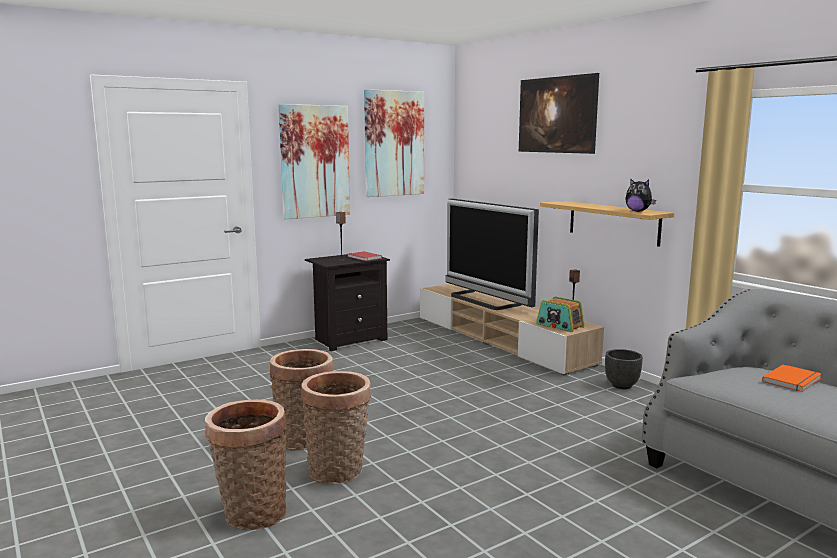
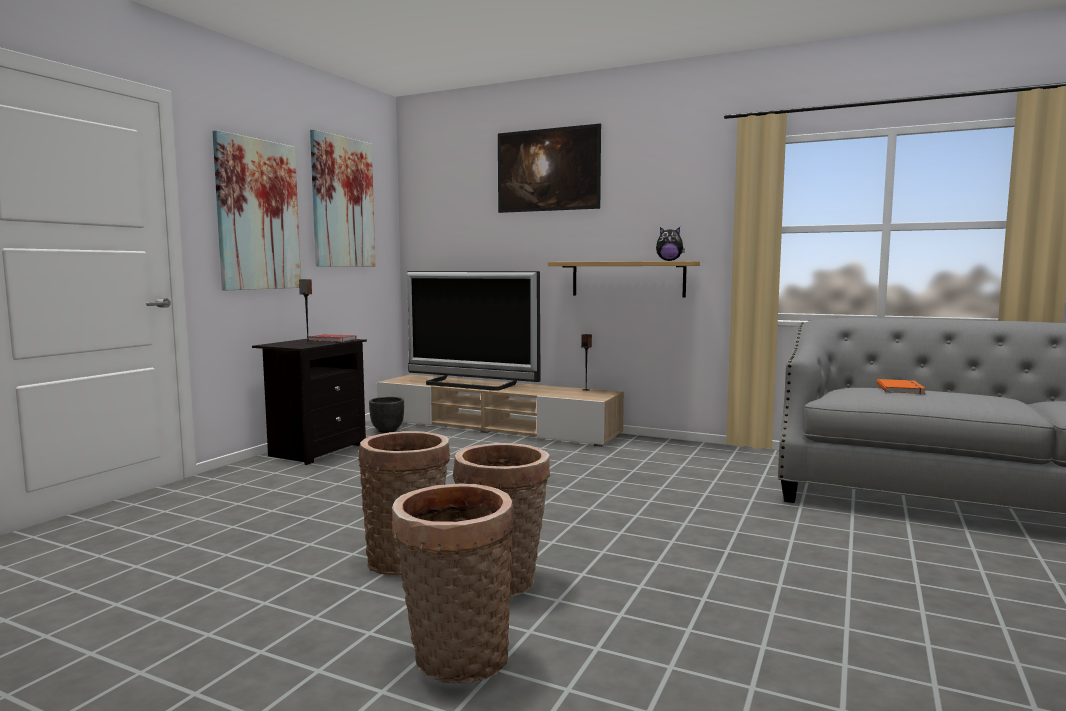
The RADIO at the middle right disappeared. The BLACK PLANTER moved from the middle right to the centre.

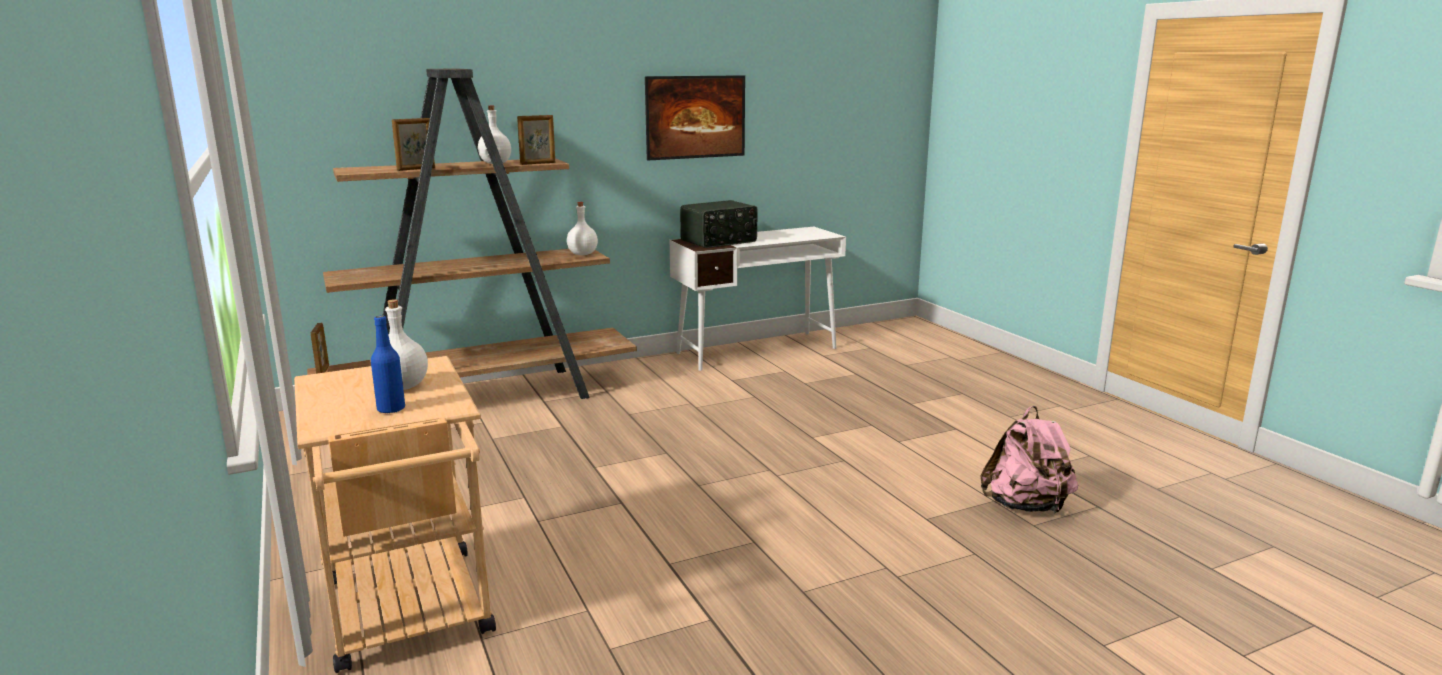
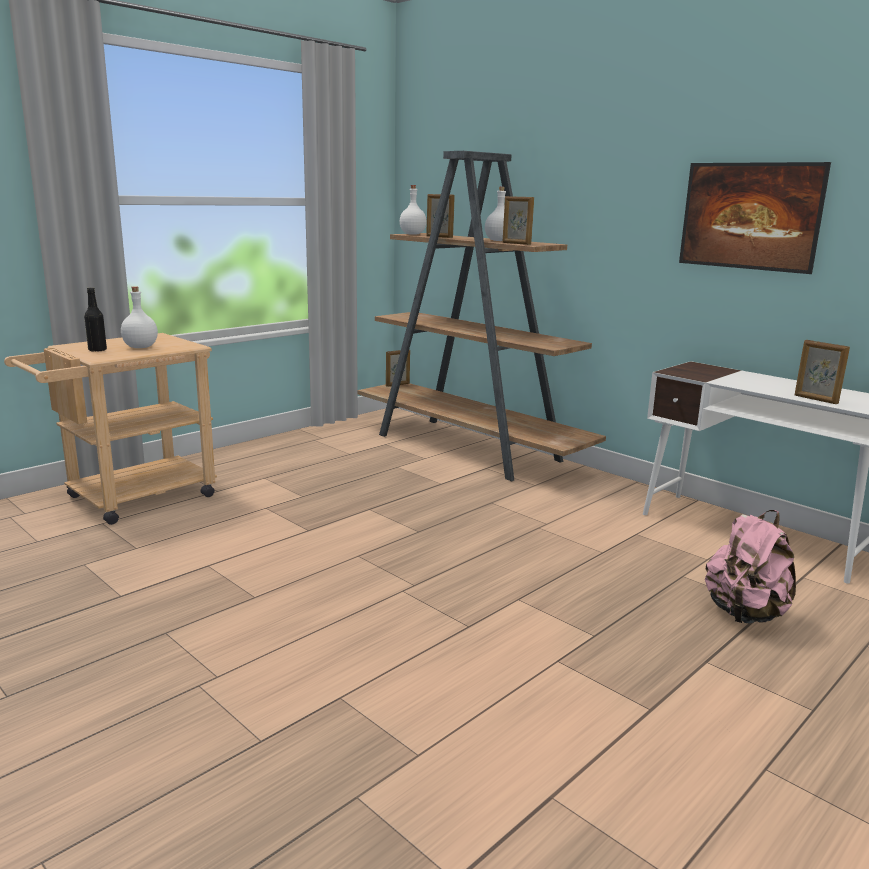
The RADIO at the top centre disappeared. The WHITE BOTTLE (no. 3 from left in the first image) moved from the centre to the top centre. The BLUE BOTTLE at the middle left became the BLACK BOTTLE at the middle left. The PINK BACKPACK moved from the bottom right to the middle right. The PICTURE FRAME (no. 4 from left) at the middle right appeared.

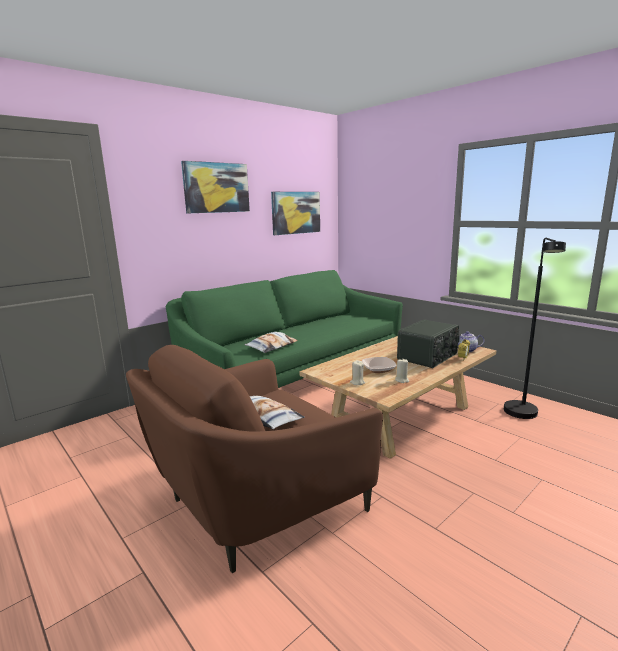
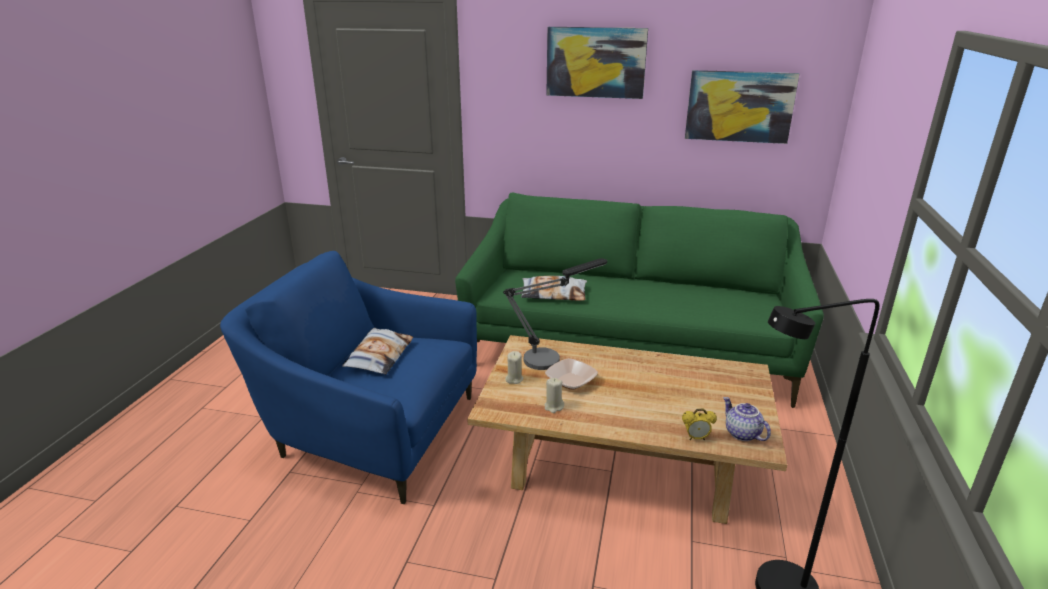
The RADIO at the middle right disappeared. The BROWN ARMCHAIR at the bottom centre became the BLUE ARMCHAIR at the middle left. The TABLE LAMP at the centre appeared.

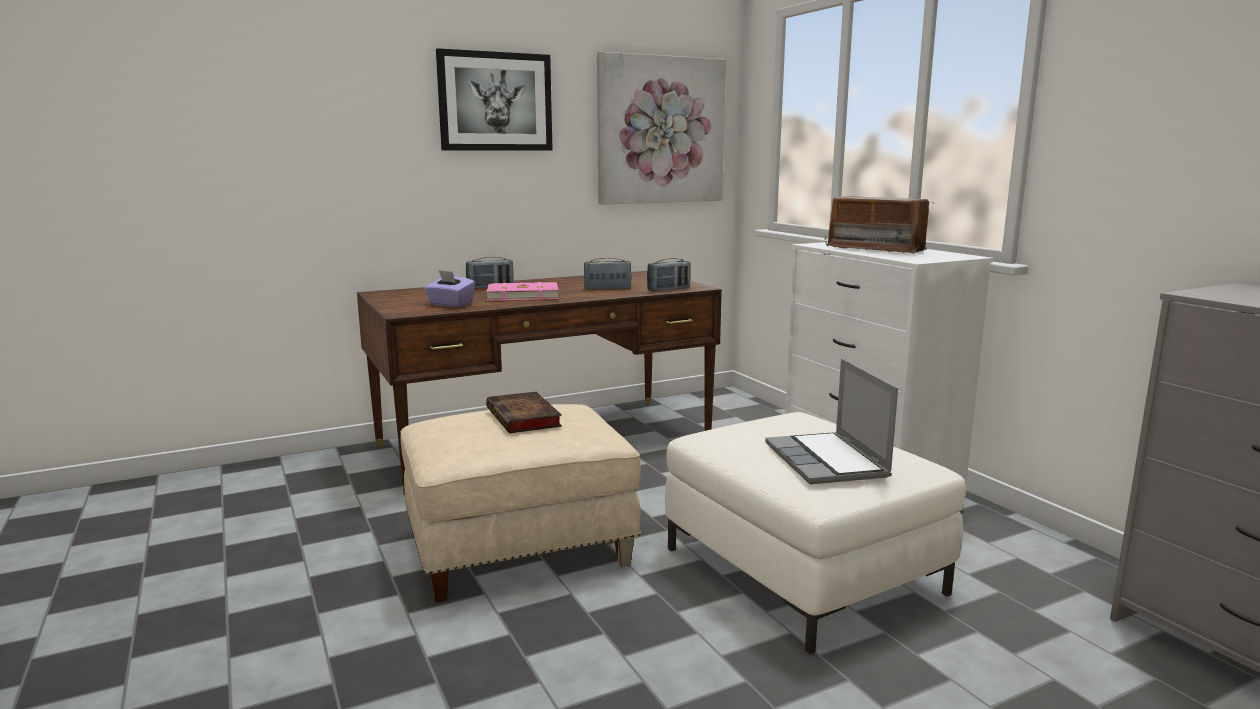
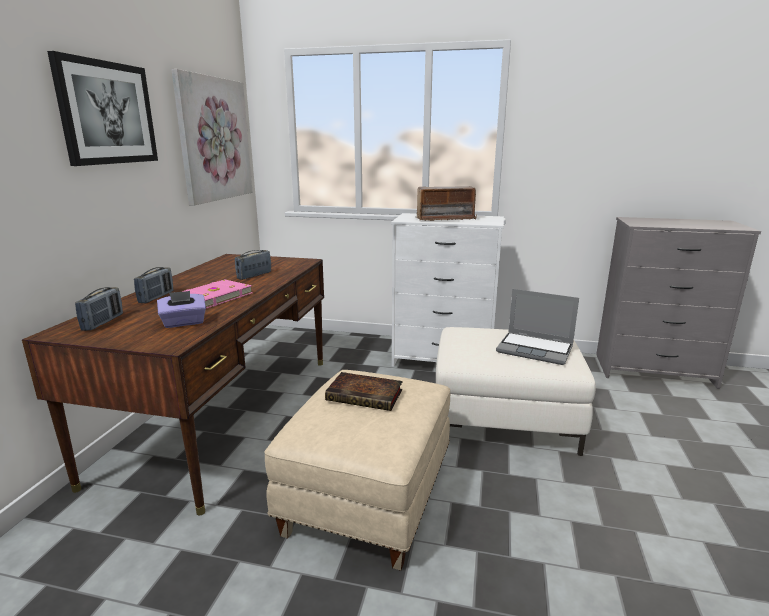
The RADIO (no. 3 from left in the first image) moved from the centre to the middle left.

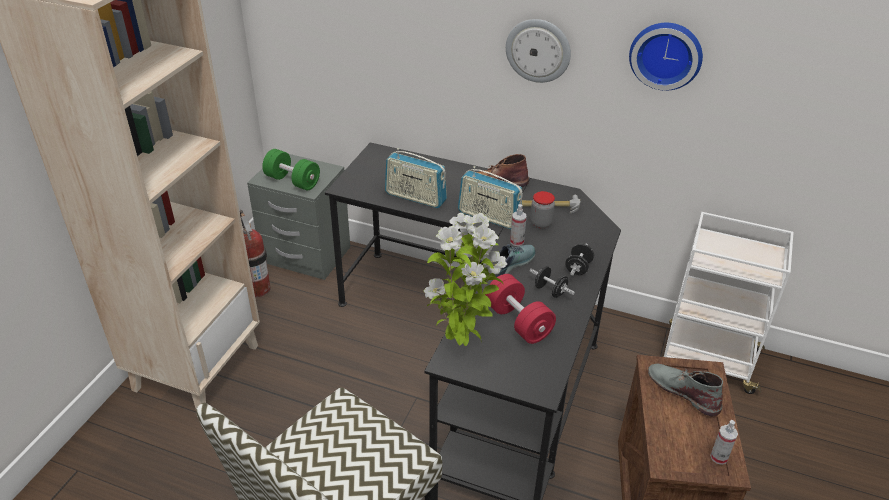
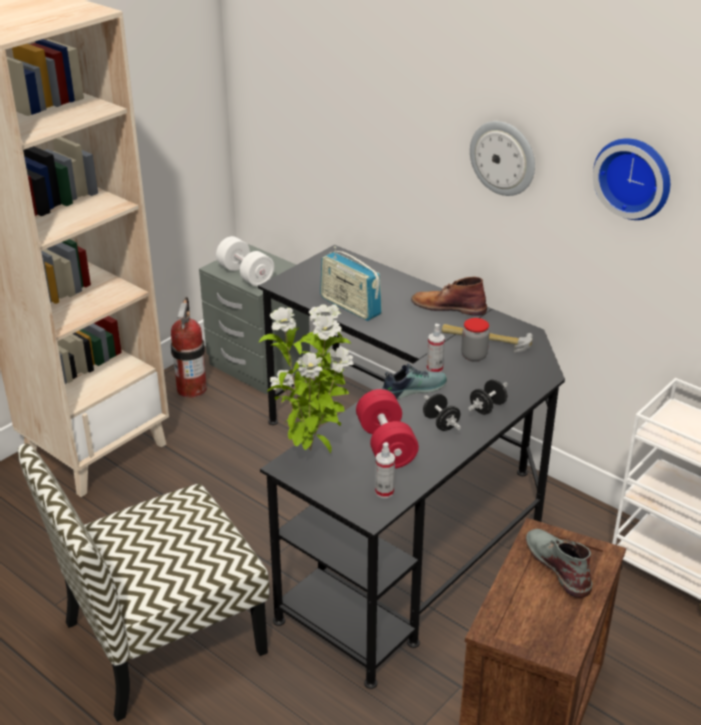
The GREEN DUMBBELL at the middle left became the WHITE DUMBBELL at the centre. The RADIO (no. 2 from left) at the centre disappeared. The SPRAY BOTTLE (no. 2 from left in the first image) moved from the bottom right to the centre.

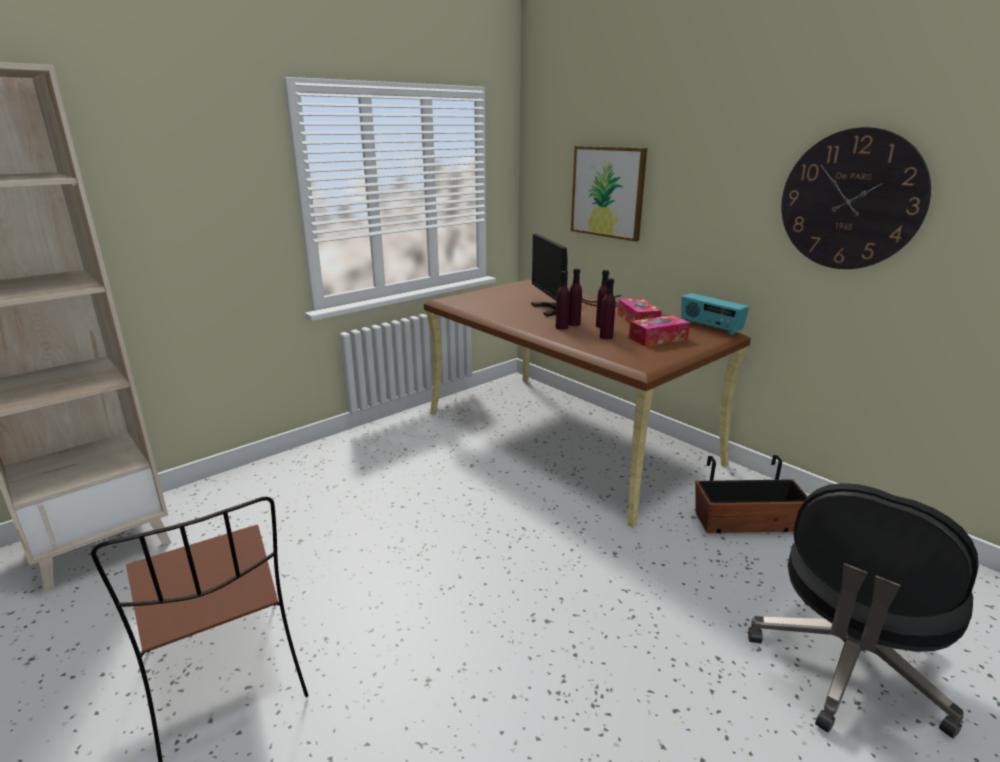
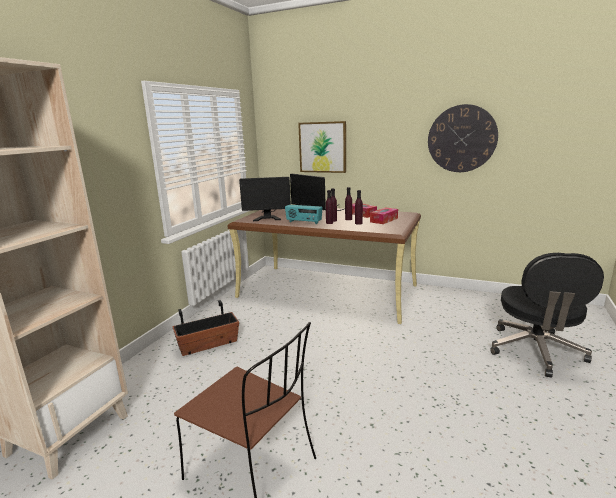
The RADIO moved from the middle right to the centre. The PLANTER moved from the middle right to the middle left. The MONITOR (no. 1 from left) at the centre appeared.

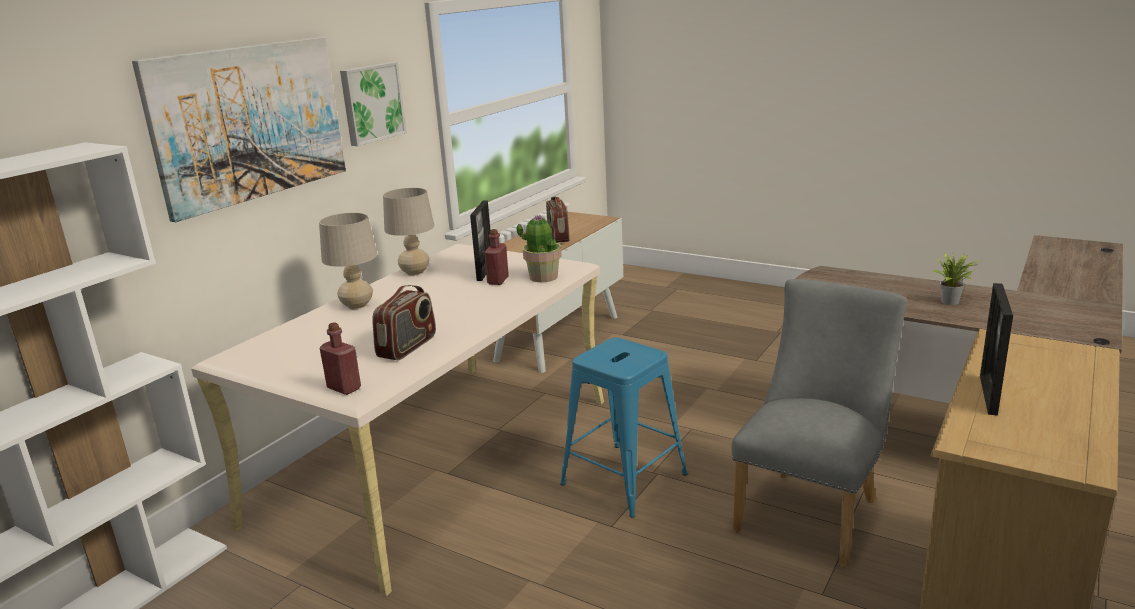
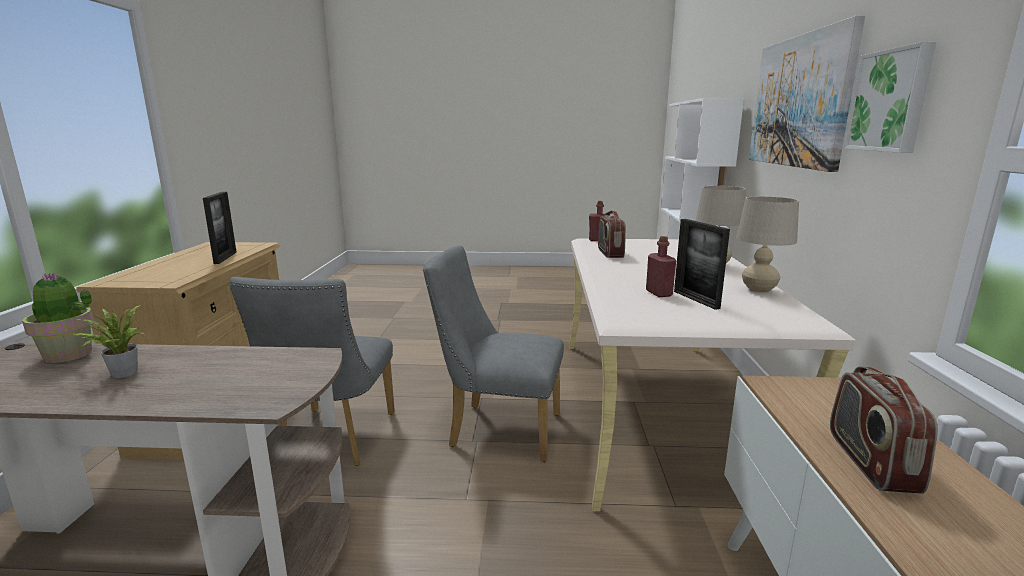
The RADIO (no. 2 from left) at the centre turned 135 degrees counterclockwise. The POTTED PLANT (no. 1 from left) moved from the centre to the middle left. The BLUE STOOL at the bottom centre was replaced by the GREY CHAIR (no. 2 from left) at the centre.

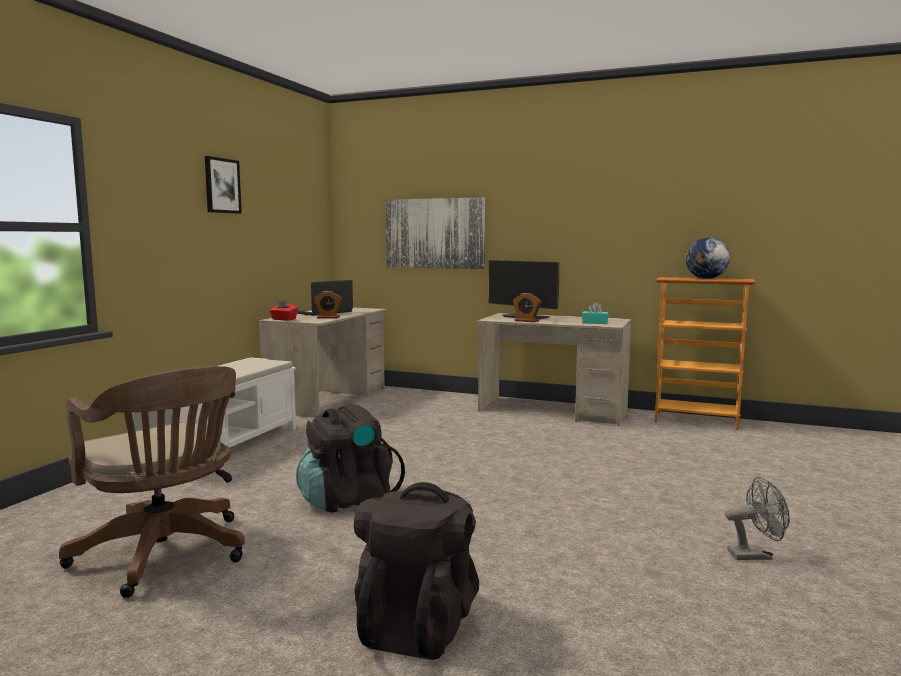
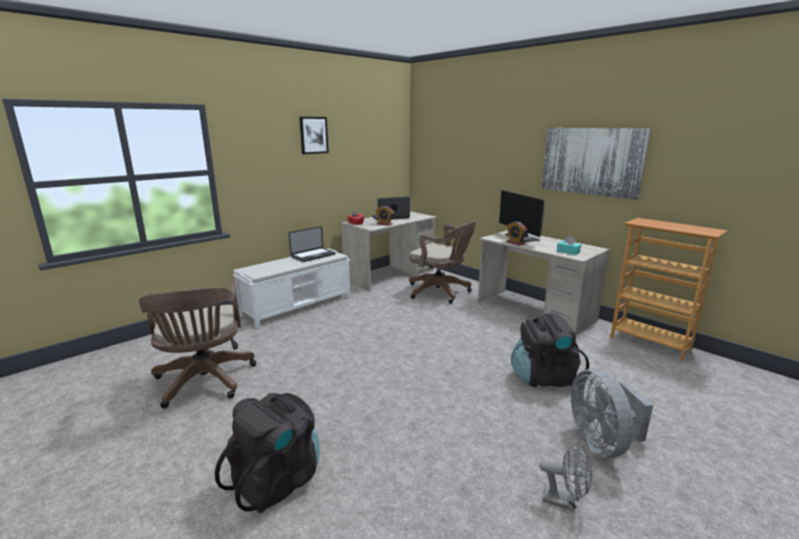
The PICTURE (no. 2 from left) moved from the centre to the top right. The GLOBE at the middle right disappeared. The BLACK BACKPACK (no. 1 from left in the first image) moved from the bottom centre to the middle right. The BROWN OFFICE CHAIR (no. 2 from left) at the centre appeared. The LAPTOP (no. 1 from left) at the centre appeared. The GREY FAN (no. 2 from left) at the bottom right appeared.

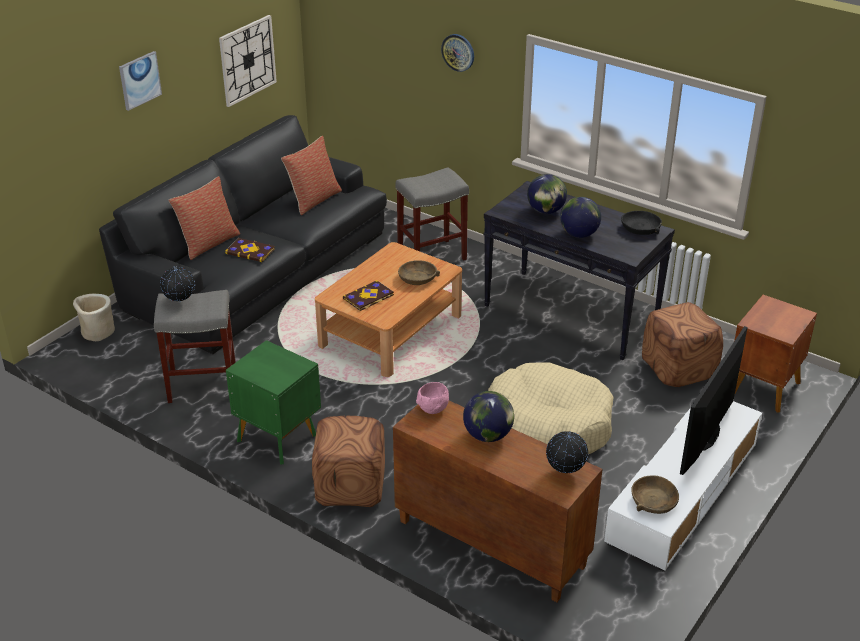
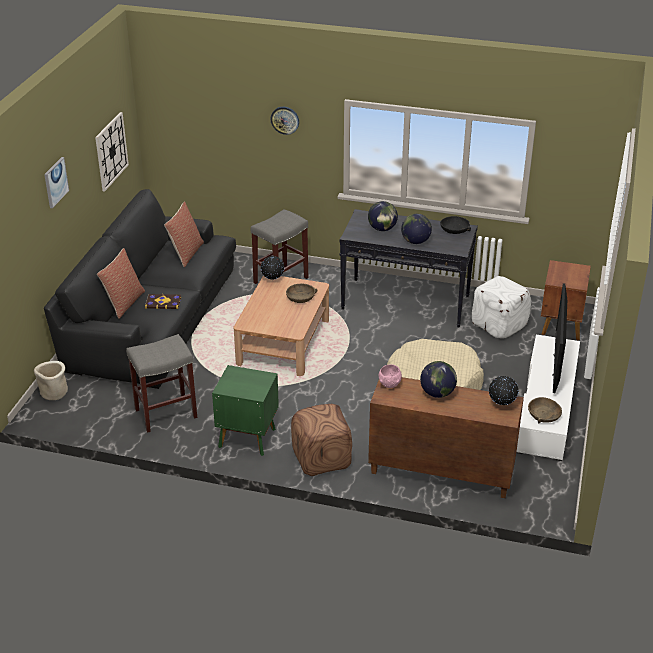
The GLOBE (no. 1 from left) moved from the middle left to the centre. The BOOK (no. 2 from left) at the centre disappeared. The BROWN OTTOMAN (no. 2 from left) at the middle right became the WHITE OTTOMAN at the middle right.

